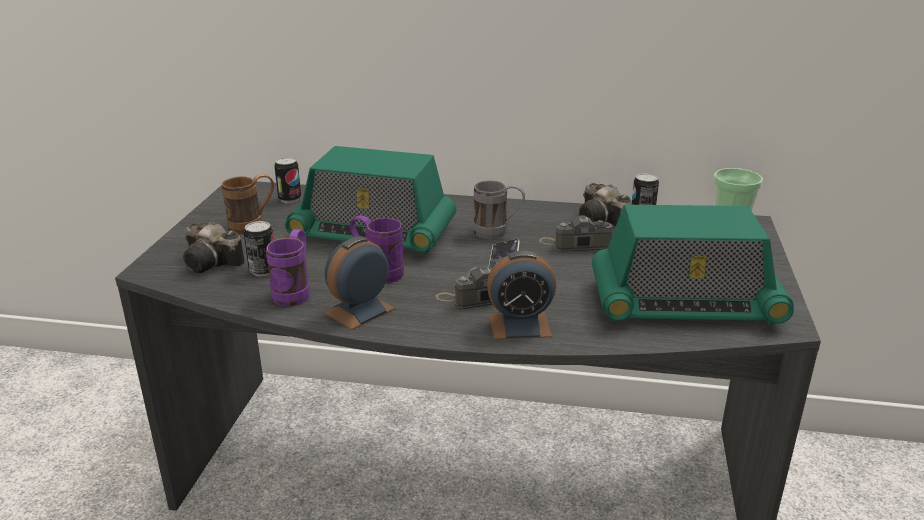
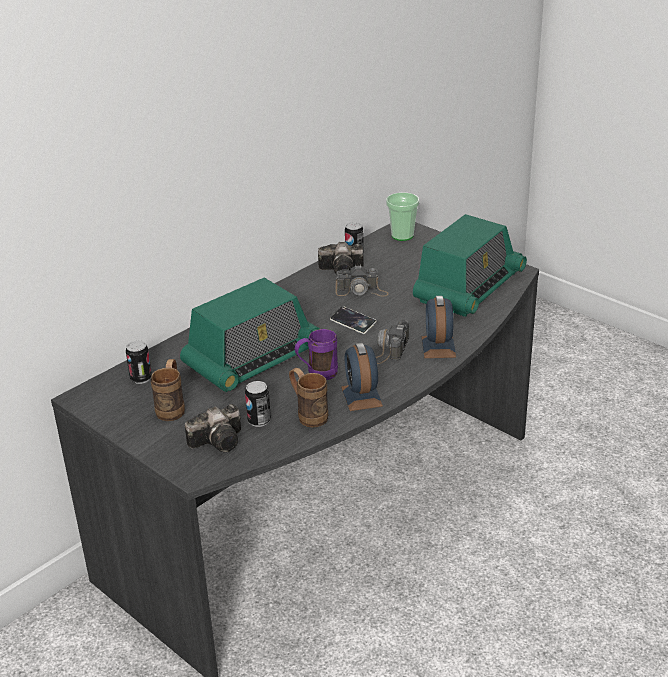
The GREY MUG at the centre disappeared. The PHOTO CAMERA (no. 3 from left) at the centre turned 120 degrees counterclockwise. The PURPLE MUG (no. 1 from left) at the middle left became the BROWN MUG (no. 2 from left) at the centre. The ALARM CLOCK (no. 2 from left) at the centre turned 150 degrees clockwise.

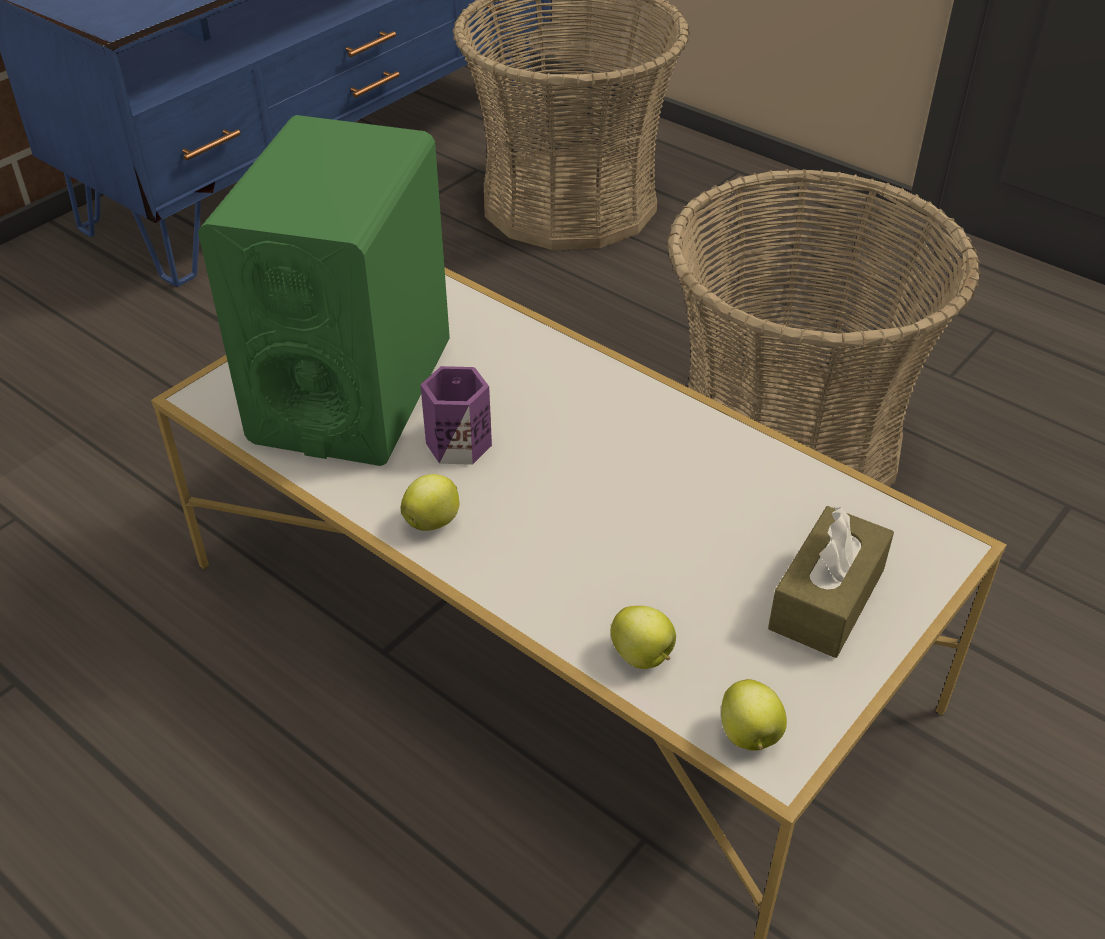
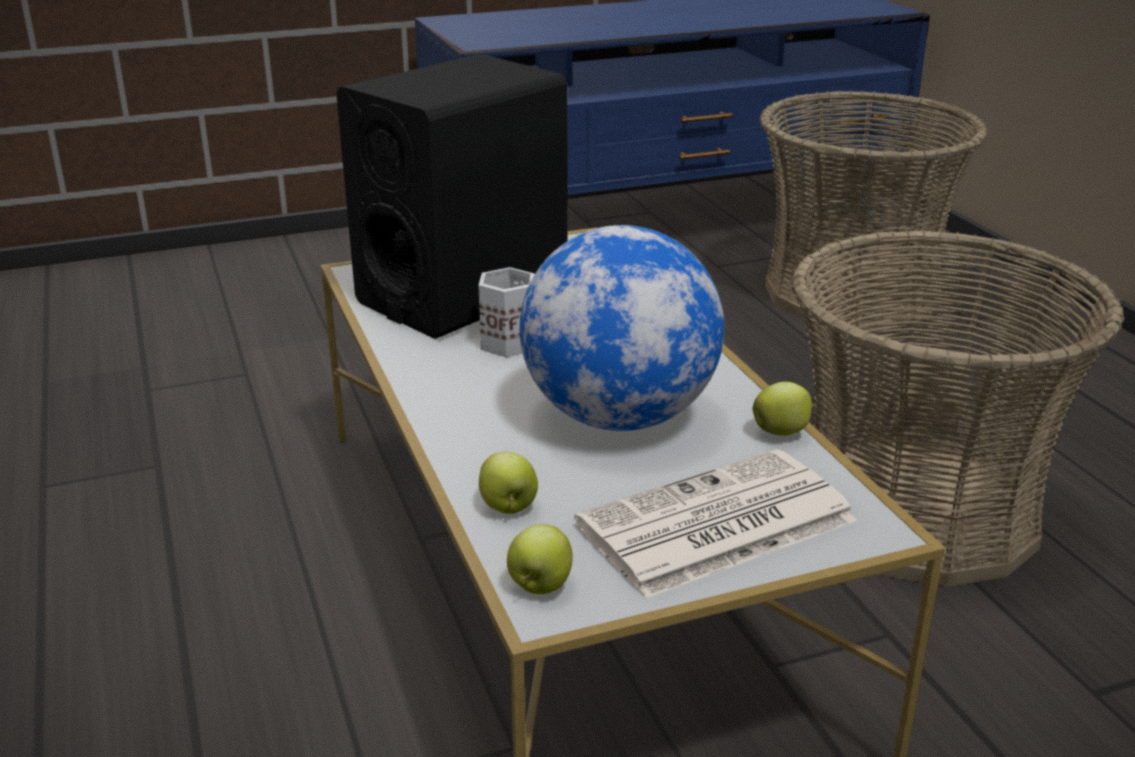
The GREEN SPEAKER at the top left became the BLACK SPEAKER at the top centre. The PURPLE MUG at the centre became the WHITE MUG at the centre. The APPLE (no. 1 from left in the first image) moved from the centre to the middle right. The BROWN TISSUE BOX at the middle right was replaced by the NEWSPAPER at the bottom centre. The GLOBE at the centre appeared.

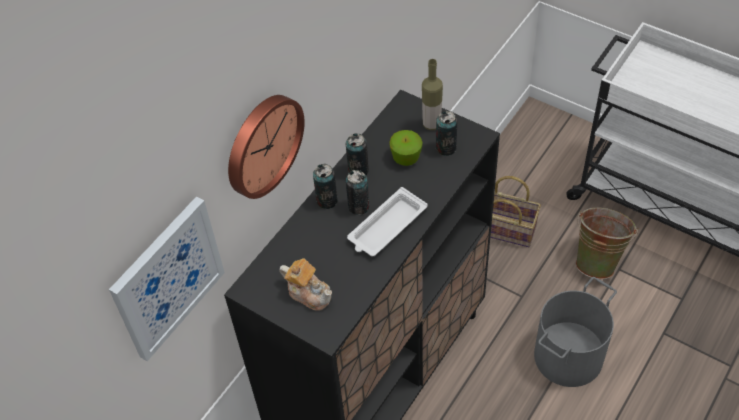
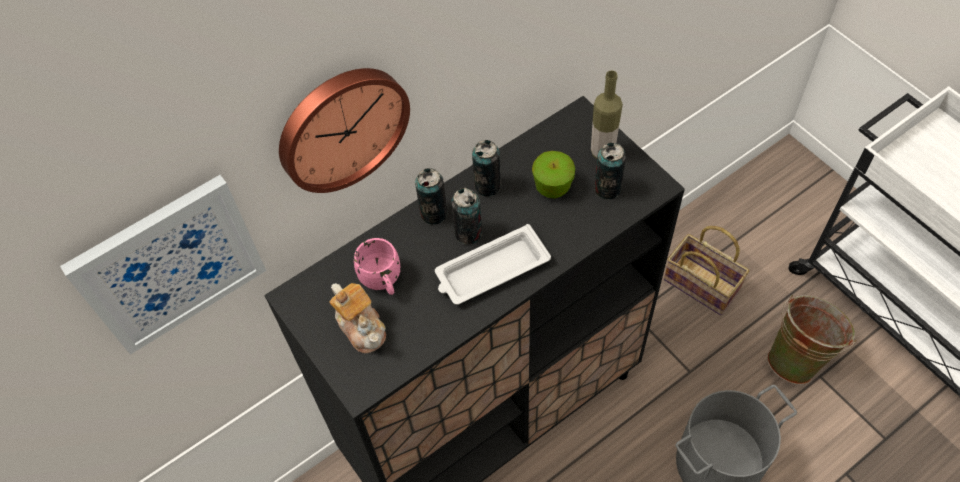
The PINK MUG at the centre appeared.

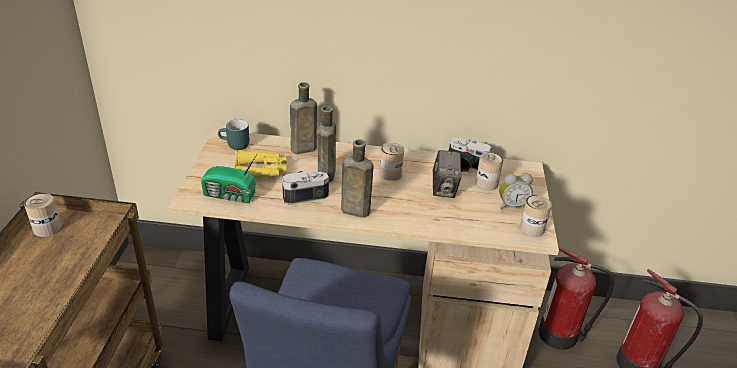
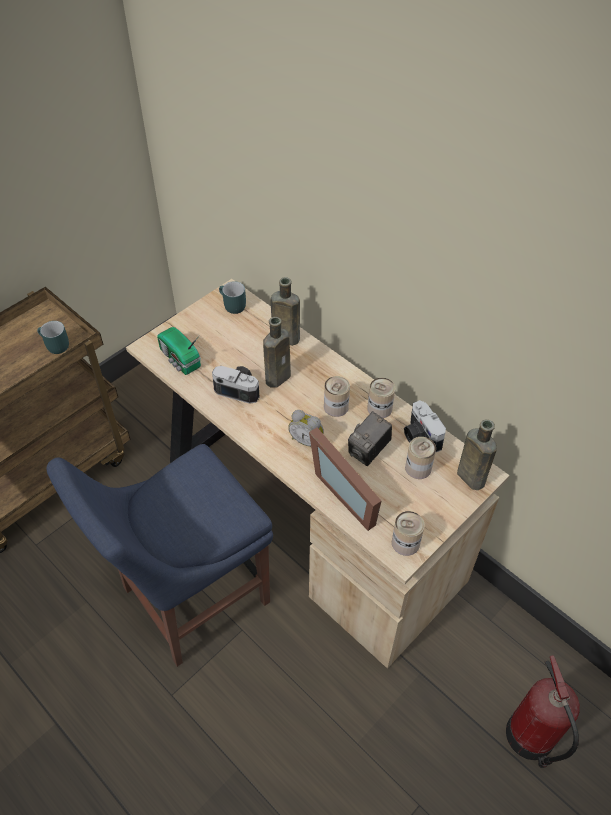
The BROWN BOTTLE (no. 3 from left) moved from the centre to the middle right. The YELLOW BINOCULARS at the centre disappeared. The ALARM CLOCK moved from the middle right to the centre. The CAN (no. 1 from left in the first image) moved from the middle left to the centre. The FIRE EXTINGUISHER (no. 1 from left) at the bottom right disappeared. The TURQUOISE MUG (no. 1 from left) at the middle left appeared. The PICTURE FRAME at the centre appeared.

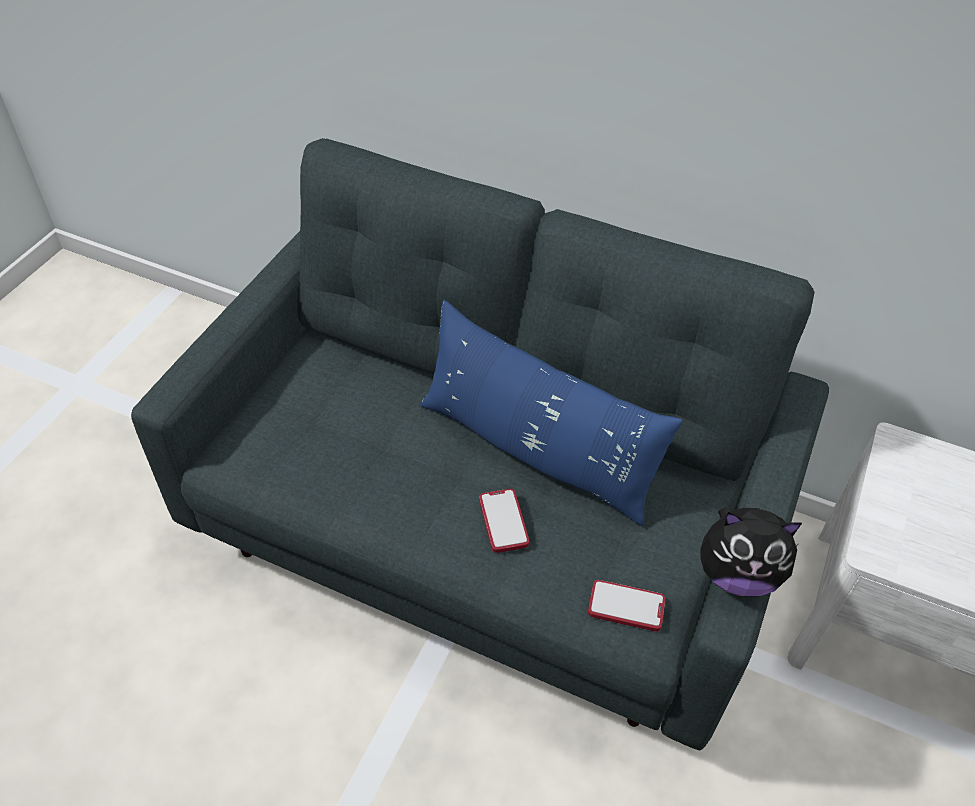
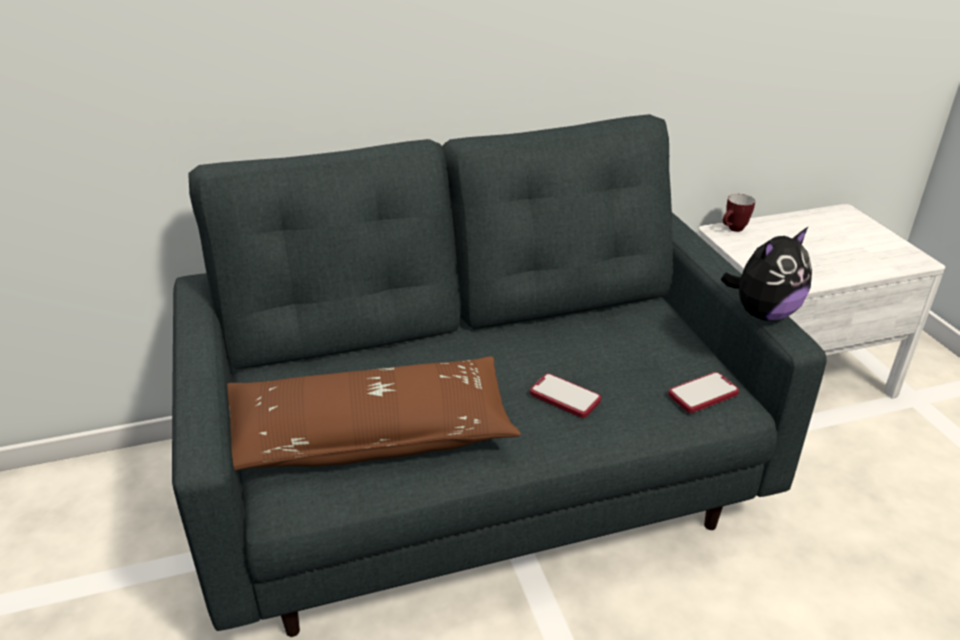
The BLUE PILLOW at the centre disappeared. The MUG at the top right appeared. The BROWN PILLOW at the centre appeared.

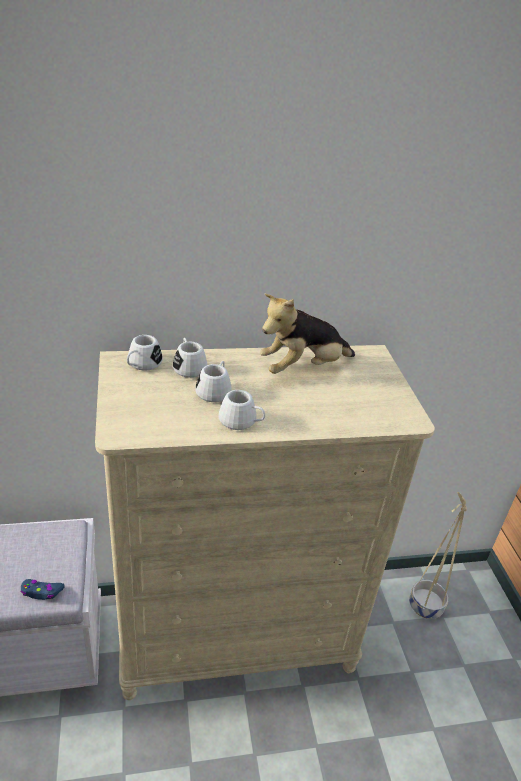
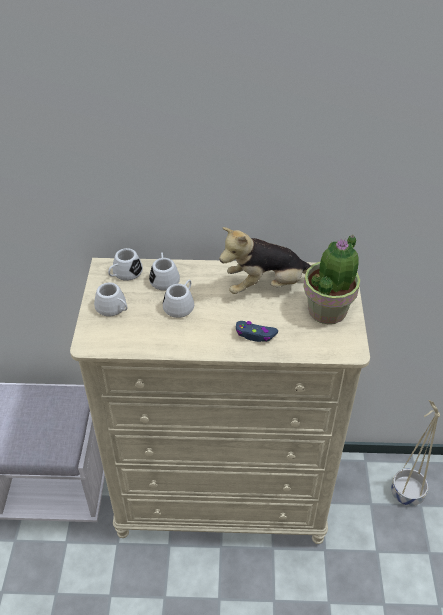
The WHITE MUG (no. 4 from left in the first image) moved from the centre to the middle left. The BLUE GAME CONTROLLER moved from the bottom left to the centre. The POTTED PLANT at the middle right appeared.

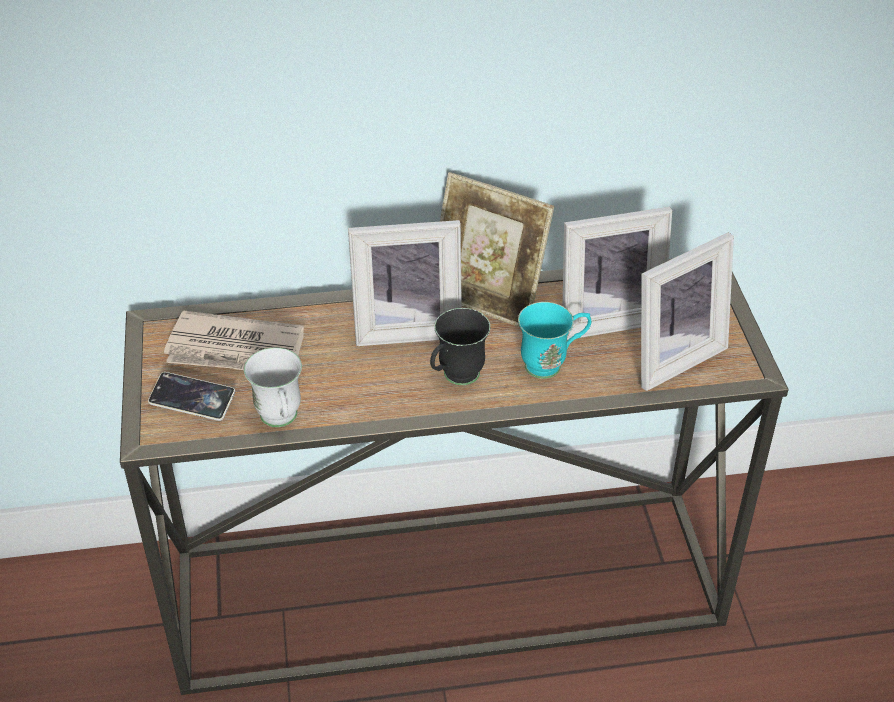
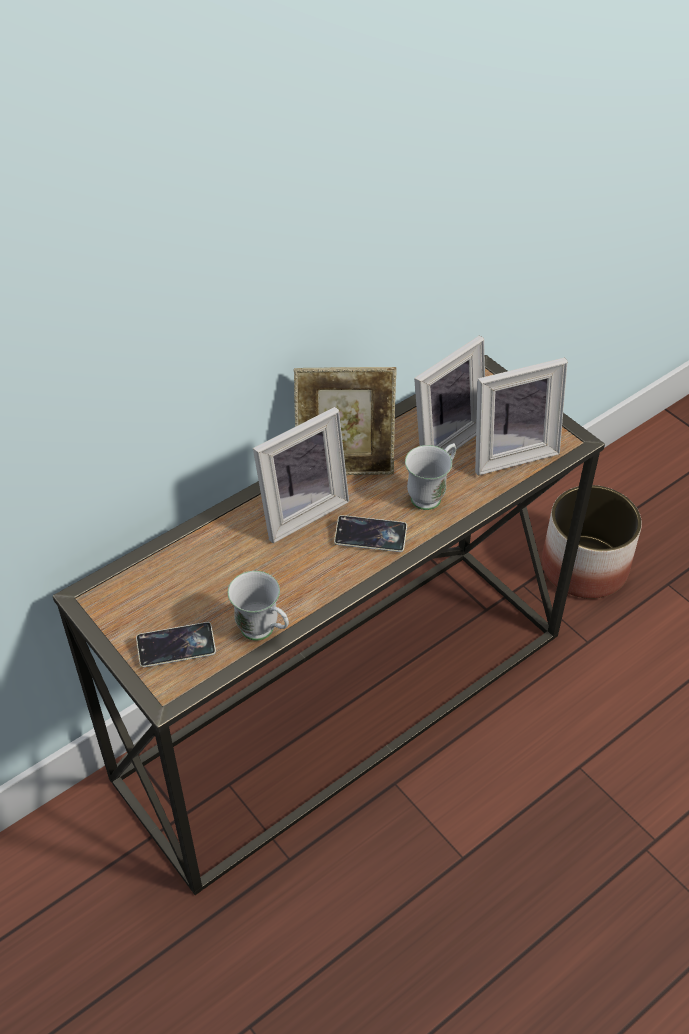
The PICTURE FRAME (no. 4 from left) at the middle right turned 45 degrees clockwise. The TURQUOISE MUG at the centre became the WHITE MUG (no. 2 from left) at the centre. The BLACK MUG at the centre was replaced by the PHONE (no. 2 from left) at the centre. The NEWSPAPER at the middle left disappeared. The PLANTER at the middle right appeared.

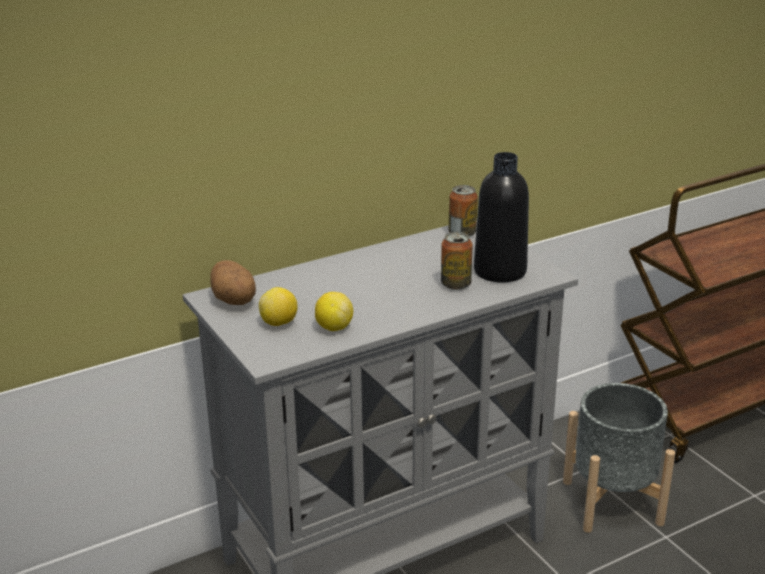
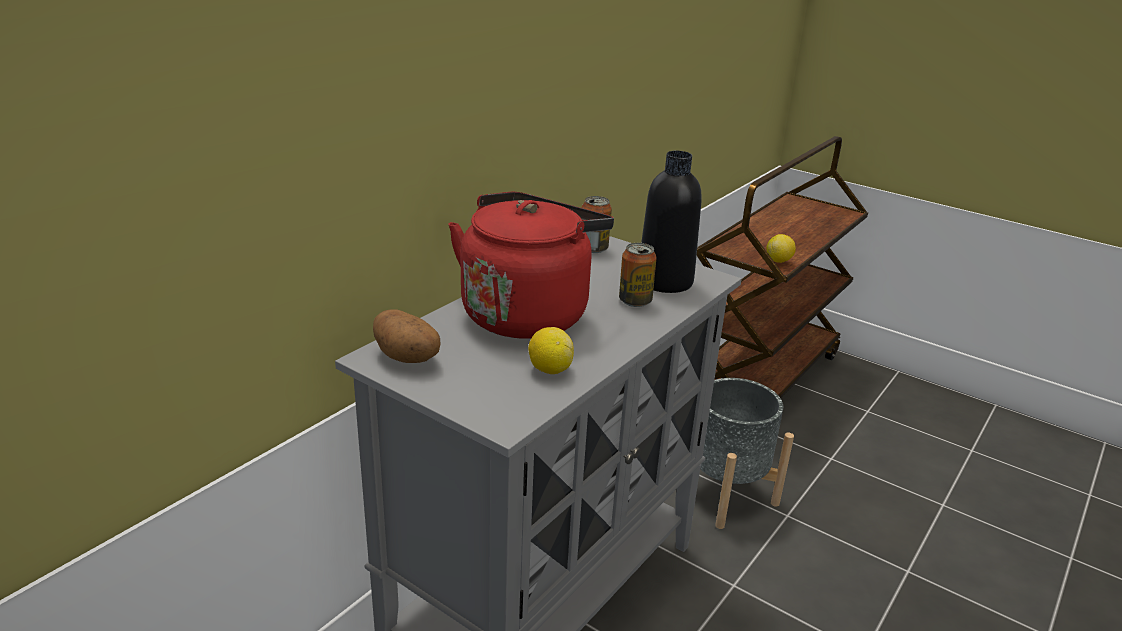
The LEMON (no. 1 from left in the first image) moved from the centre to the middle right. The RED KETTLE at the centre appeared.

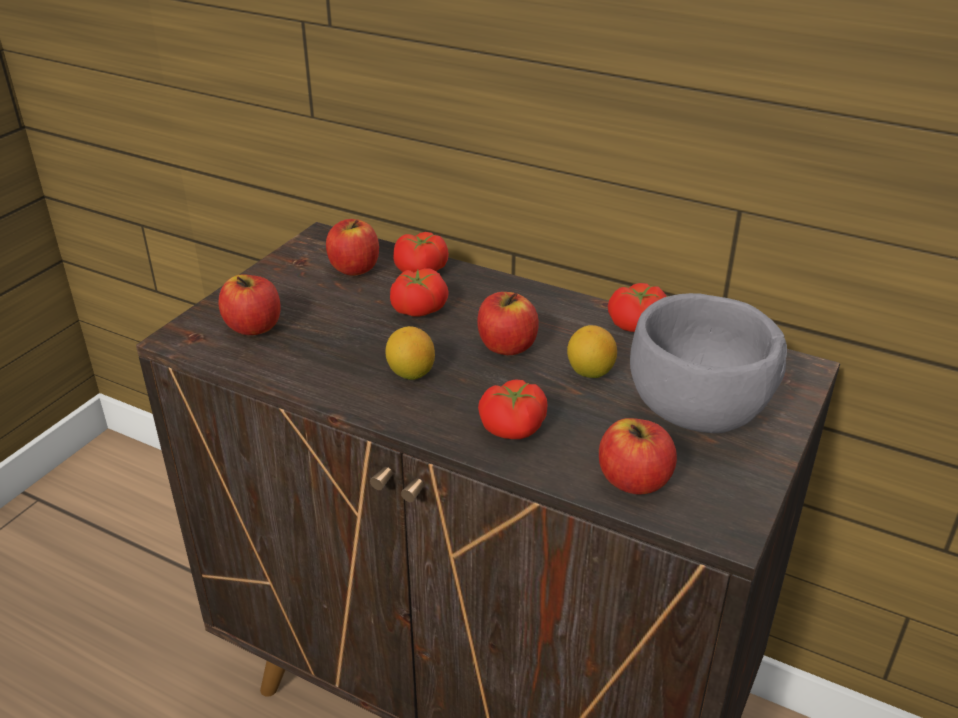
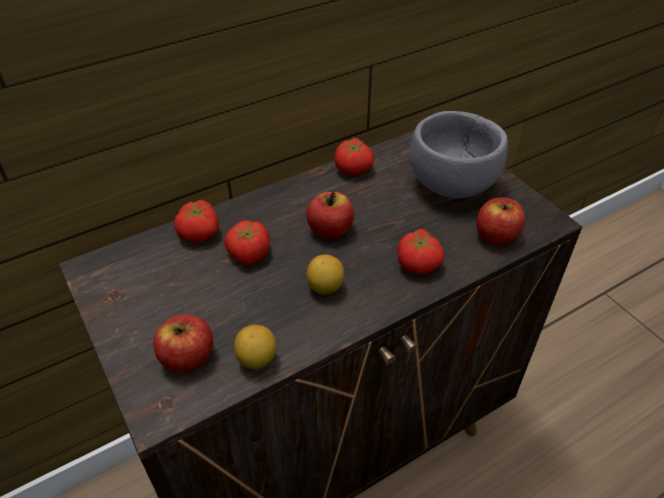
The APPLE (no. 2 from left) at the centre disappeared. The LEMON (no. 2 from left in the first image) moved from the centre to the bottom centre.

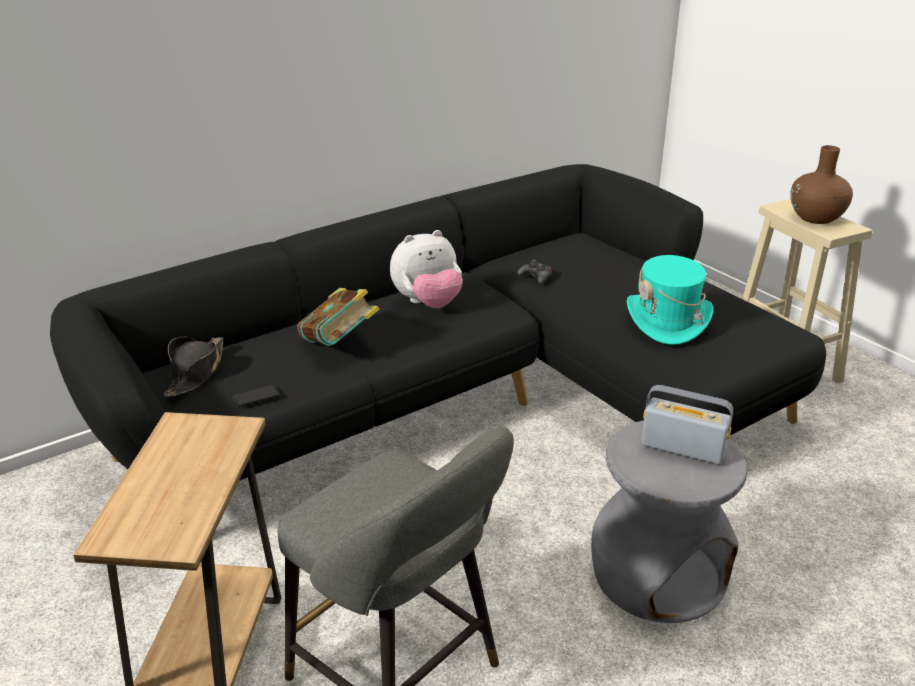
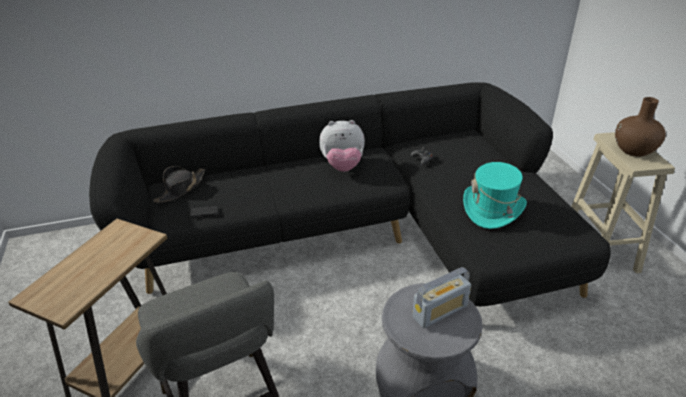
The BOOK at the centre disappeared. The RADIO at the middle right turned 105 degrees clockwise.

